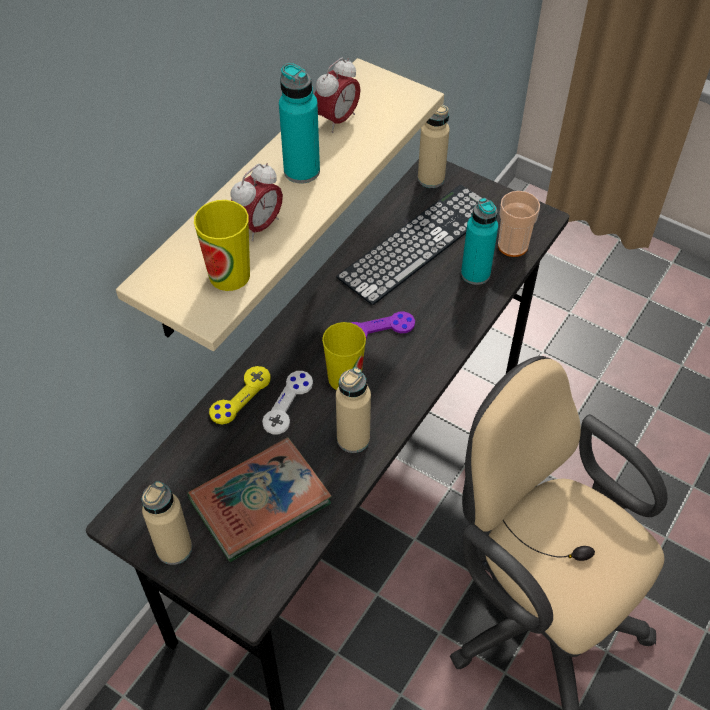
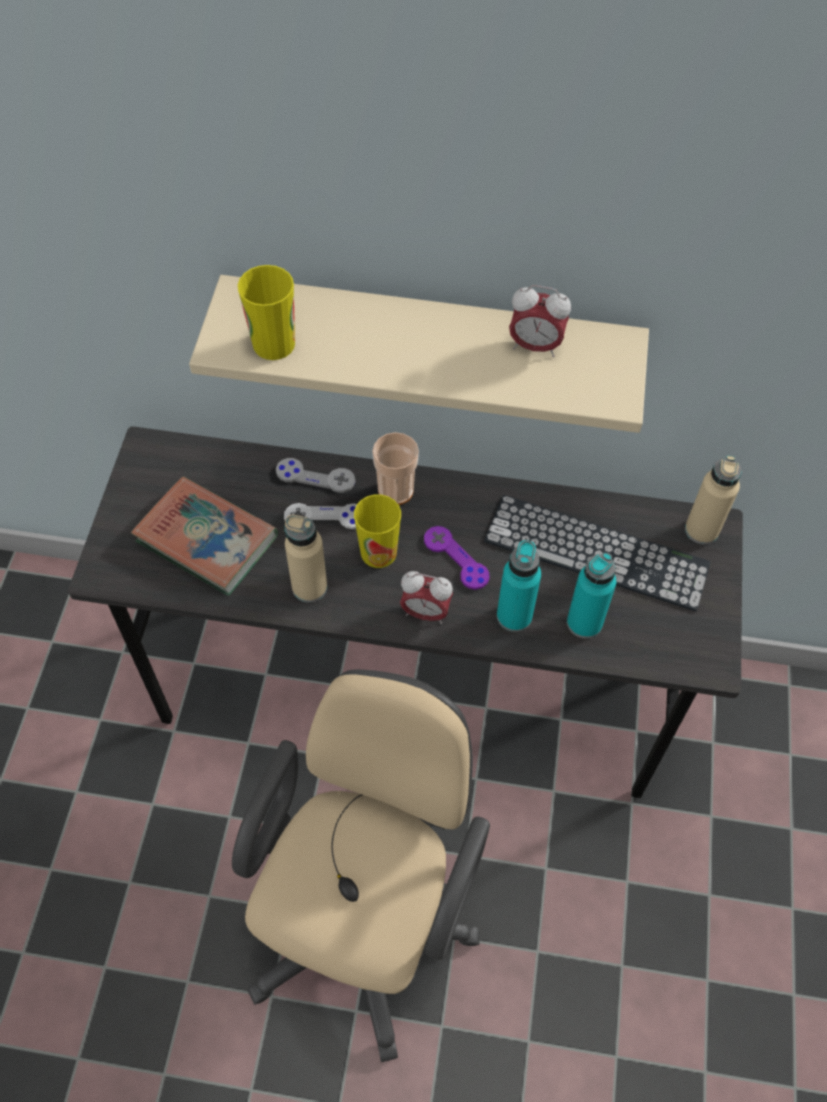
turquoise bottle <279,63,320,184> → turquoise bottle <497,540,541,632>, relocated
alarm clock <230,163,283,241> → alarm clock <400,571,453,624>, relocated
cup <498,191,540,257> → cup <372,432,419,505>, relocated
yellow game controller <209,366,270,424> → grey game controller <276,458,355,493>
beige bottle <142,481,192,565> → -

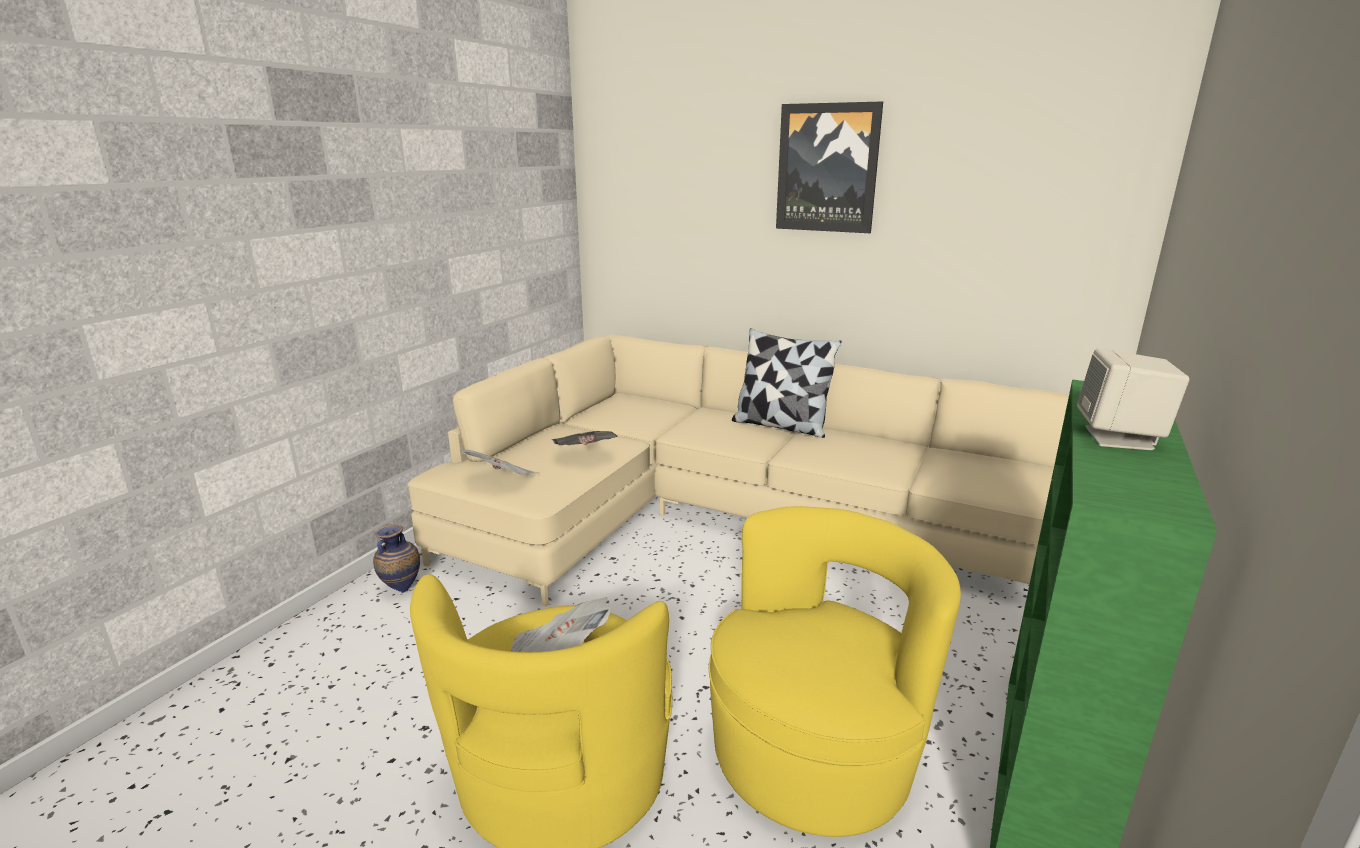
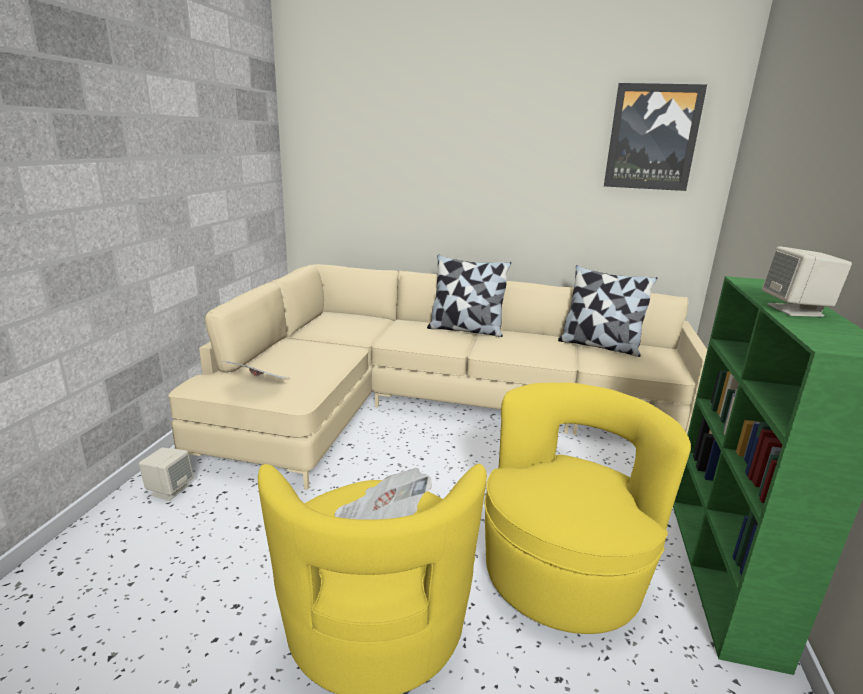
picture <776,101,883,233> → picture <604,83,707,191>, relocated
newspaper <551,431,618,445> → -
vase <373,524,420,593> → beige speaker <139,448,194,501>
- → pillow <558,265,657,357>

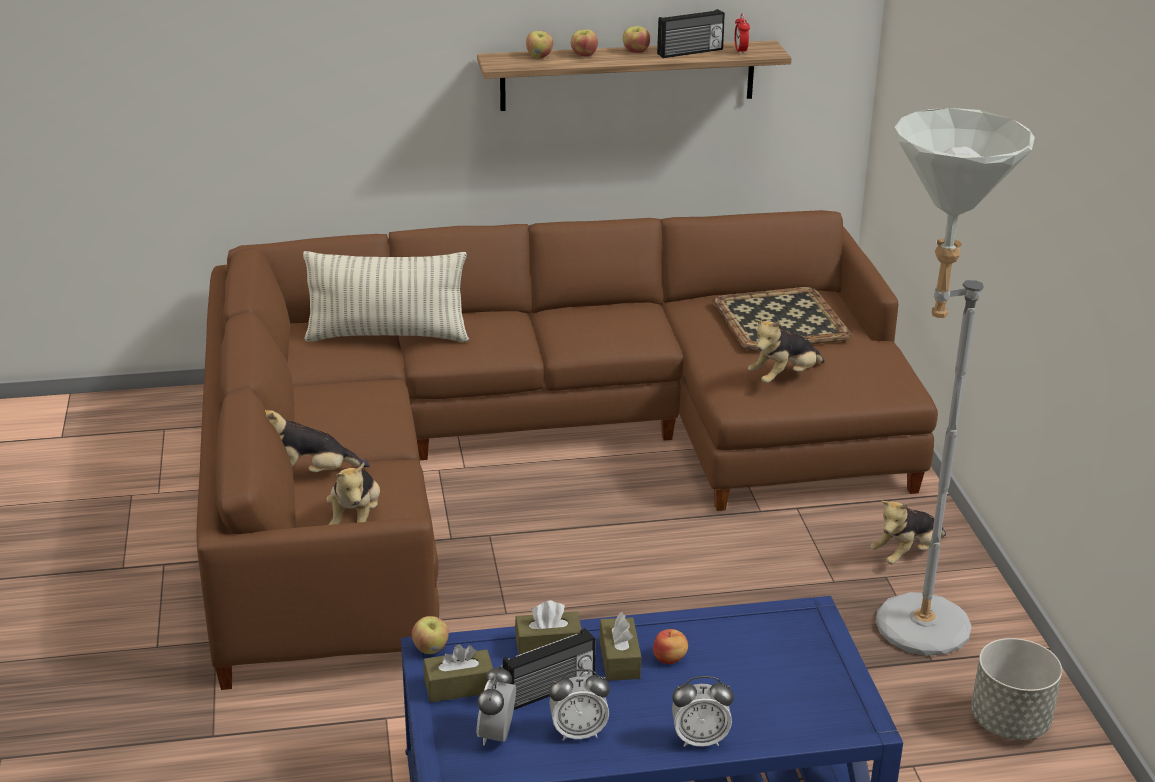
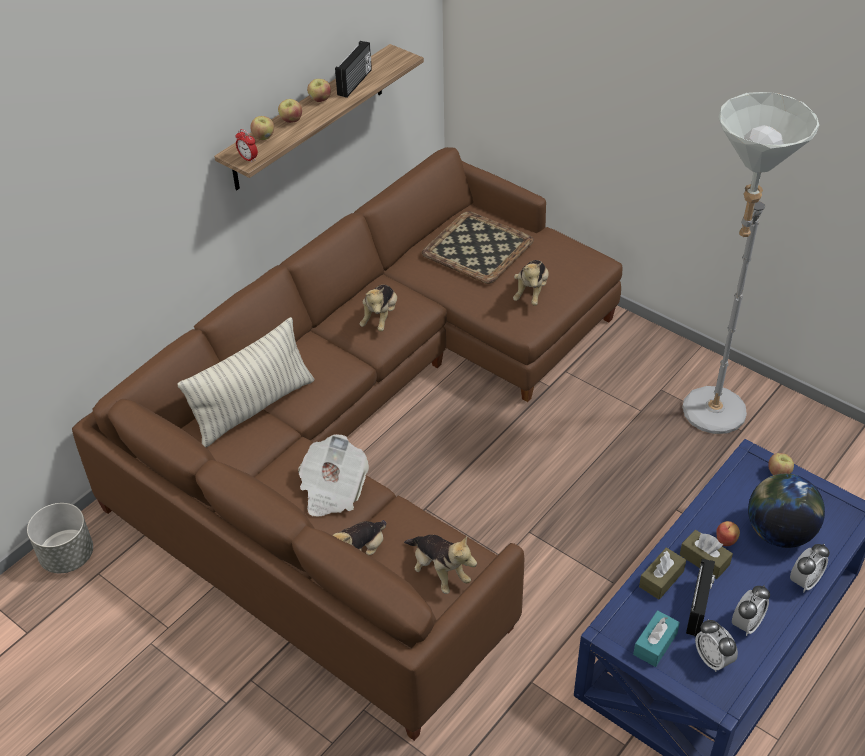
alarm clock <735,13,750,54> → alarm clock <235,129,258,163>, relocated
plush toy <870,501,946,565> → plush toy <360,285,397,331>, relocated
apple <412,616,449,654> → apple <768,453,794,475>, relocated
grey planter <971,638,1062,740> → grey planter <27,503,93,573>, relocated
brown tissue box <423,644,493,702> → turquoise tissue box <633,611,680,667>
- → newspaper <298,434,369,516>
- → globe <748,474,825,548>

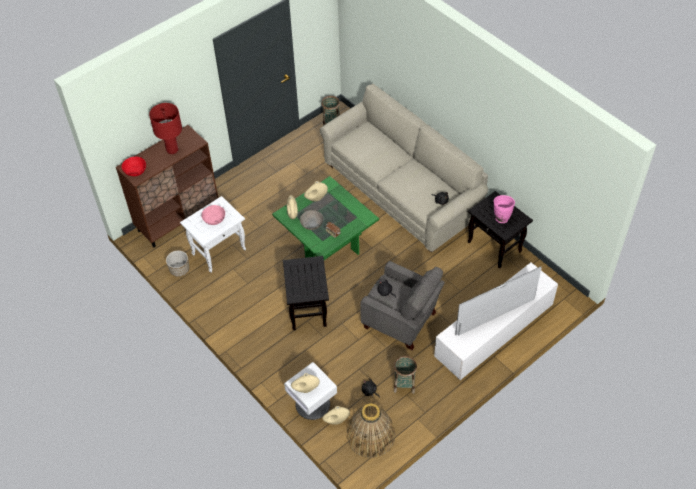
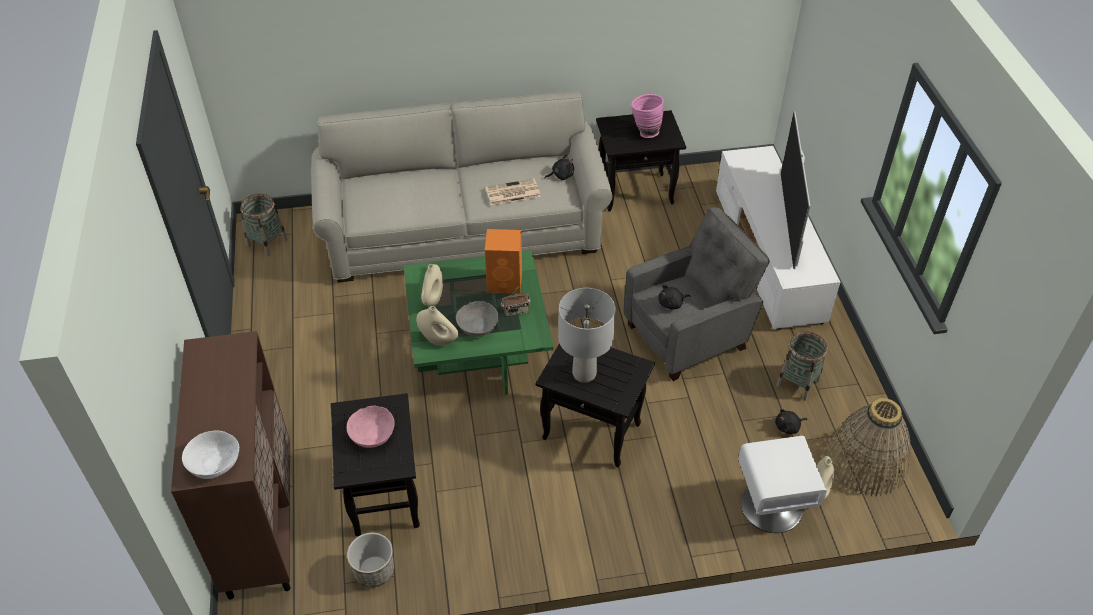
red table lamp <149,103,182,154> → -
red bowl <122,157,146,176> → white bowl <182,431,239,479>
white side table <180,196,246,273> → black side table <331,393,420,536>
beige vase <291,373,320,393> → -
- → newspaper <486,178,541,205>
- → orange speaker <485,229,522,294>
- → grey table lamp <558,288,616,383>

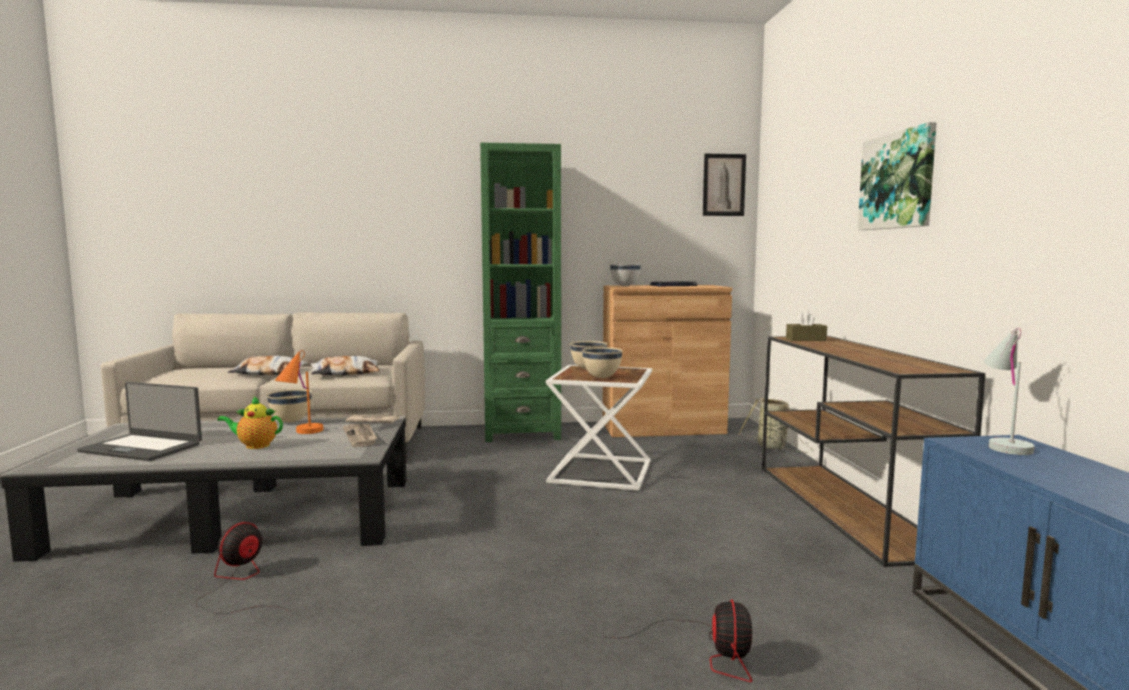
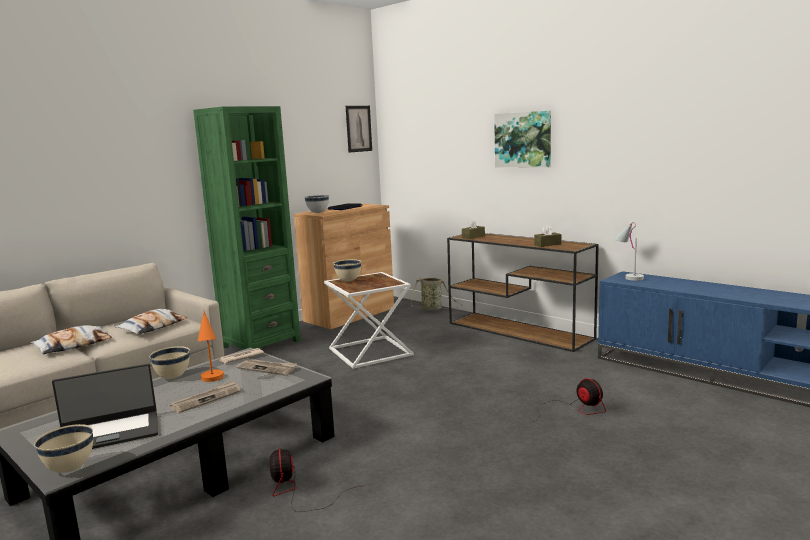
beige bowl <582,347,623,378> → beige bowl <34,424,93,473>, relocated
teapot <217,396,283,449> → newspaper <170,380,241,413>
- → brown tissue box <534,224,562,247>

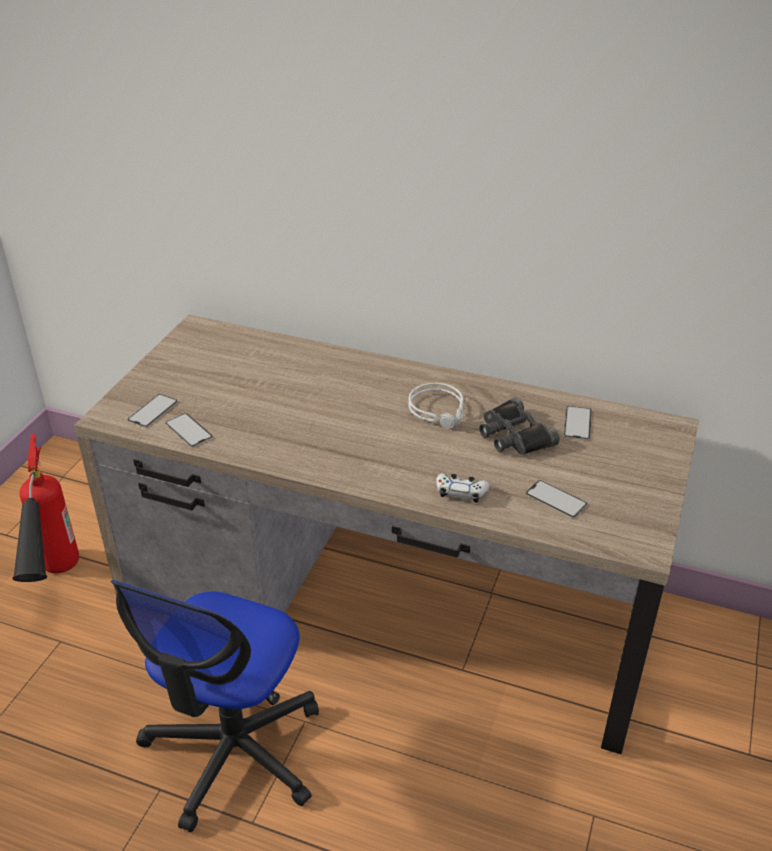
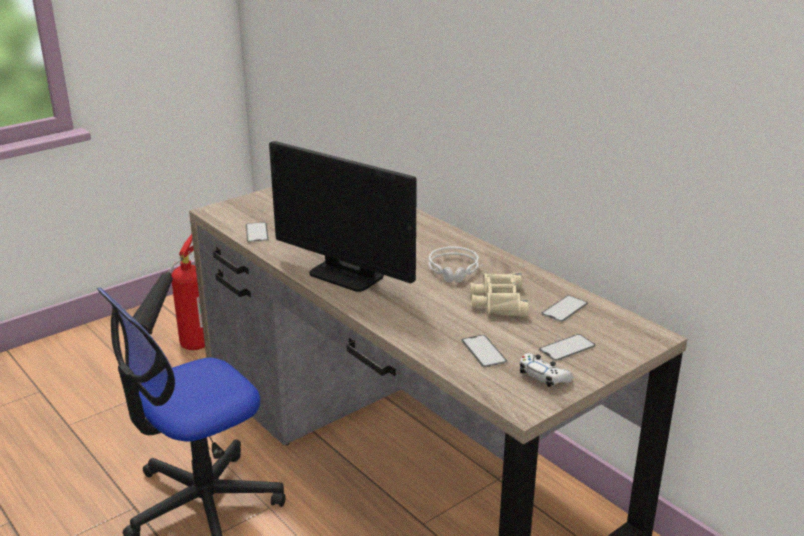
phone <127,394,178,428> → phone <539,334,596,362>, relocated
black binoculars <479,397,560,455> → beige binoculars <470,273,528,317>
white game controller <436,473,489,503> → white game controller <519,353,573,387>, relocated
- → monitor <269,141,417,292>

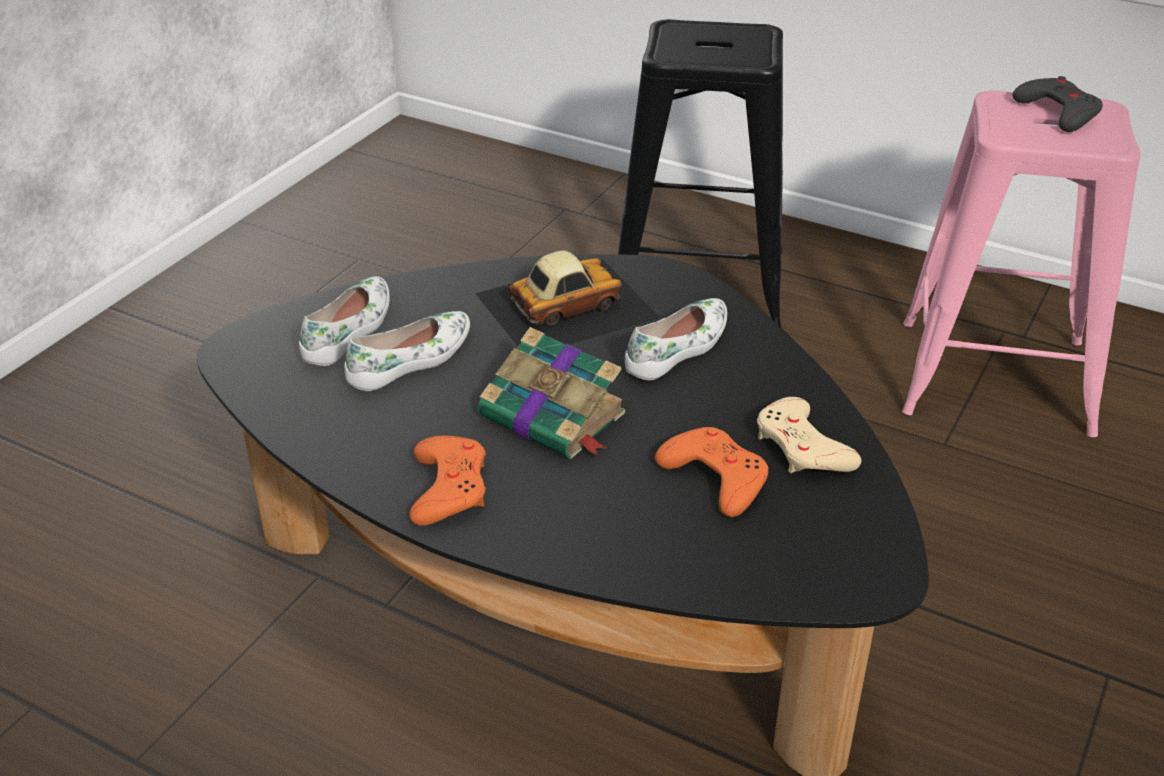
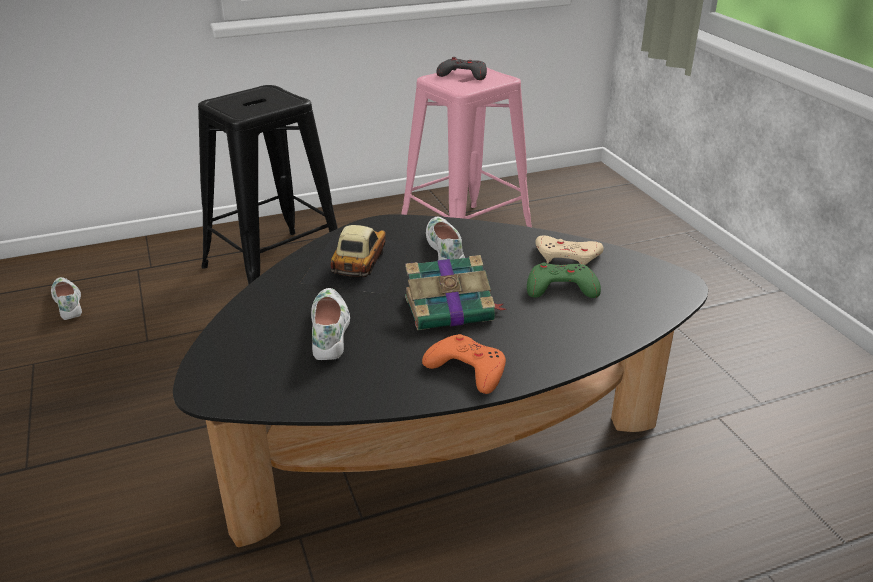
white shoe <299,276,390,366> → white shoe <51,277,82,320>, relocated
orange game controller <655,427,768,517> → green game controller <527,262,601,298>

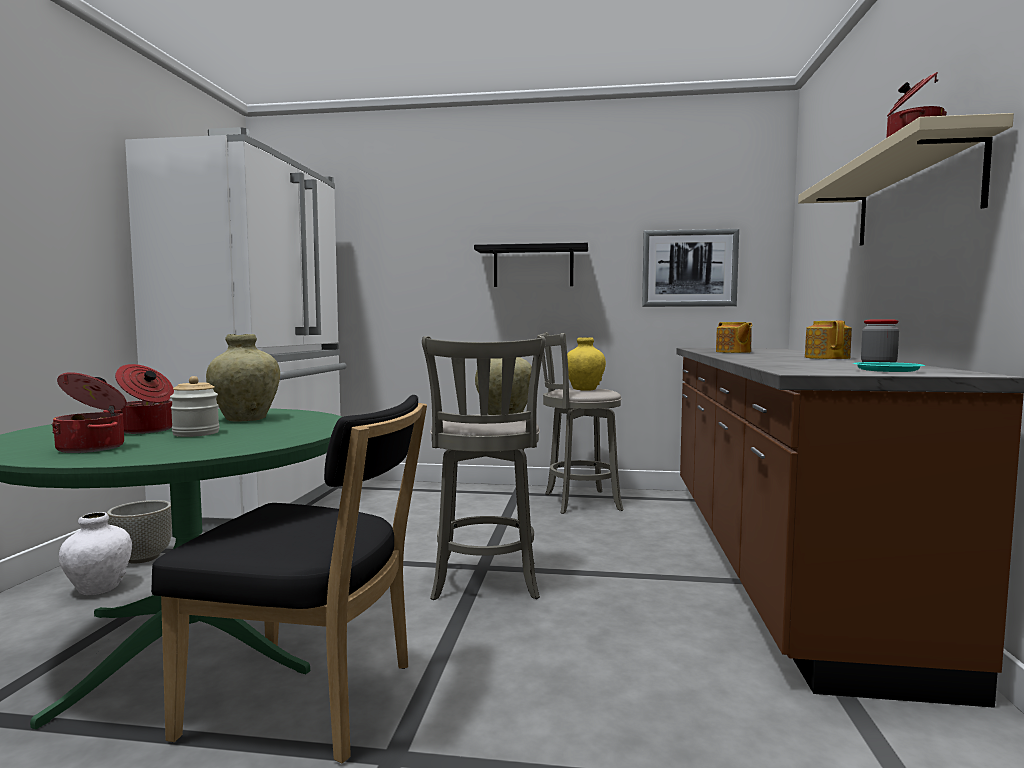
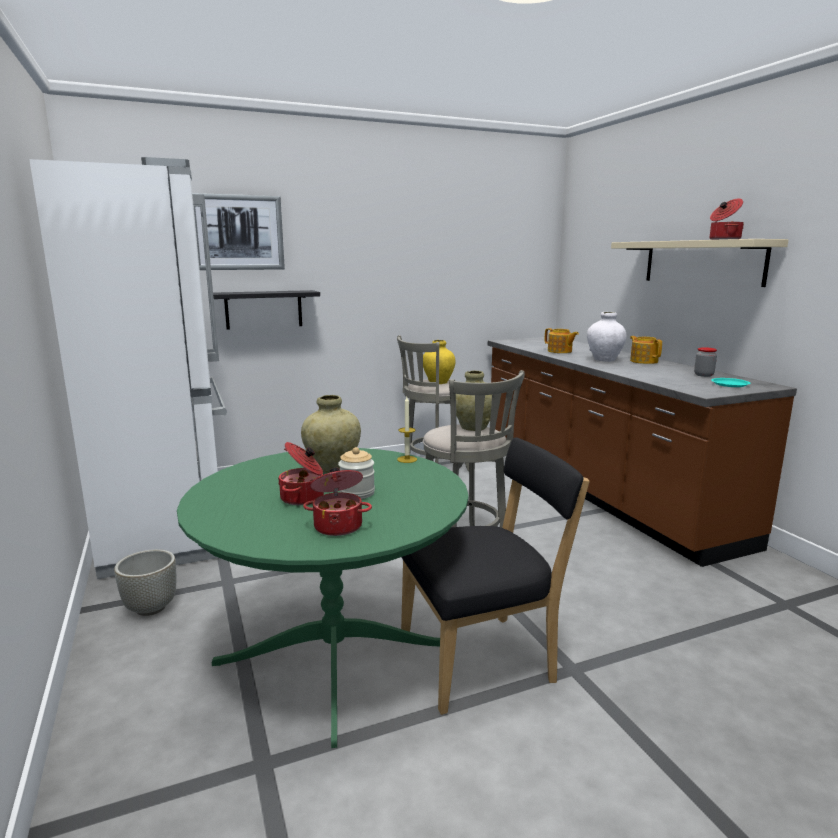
picture <642,229,739,307> → picture <192,193,285,270>, relocated
black shelf <474,243,588,287> → black shelf <213,290,320,330>, relocated
white vase <59,512,132,595> → white vase <587,312,627,362>, relocated
- → candle <397,397,417,463>

